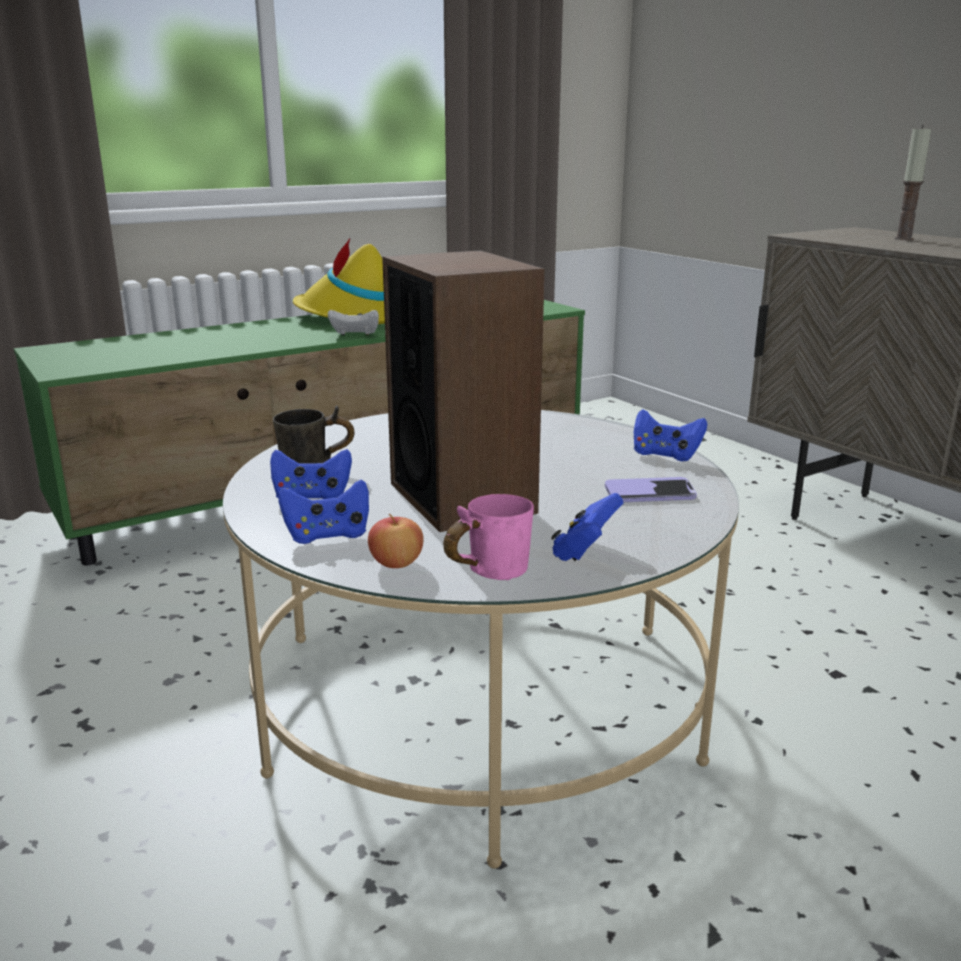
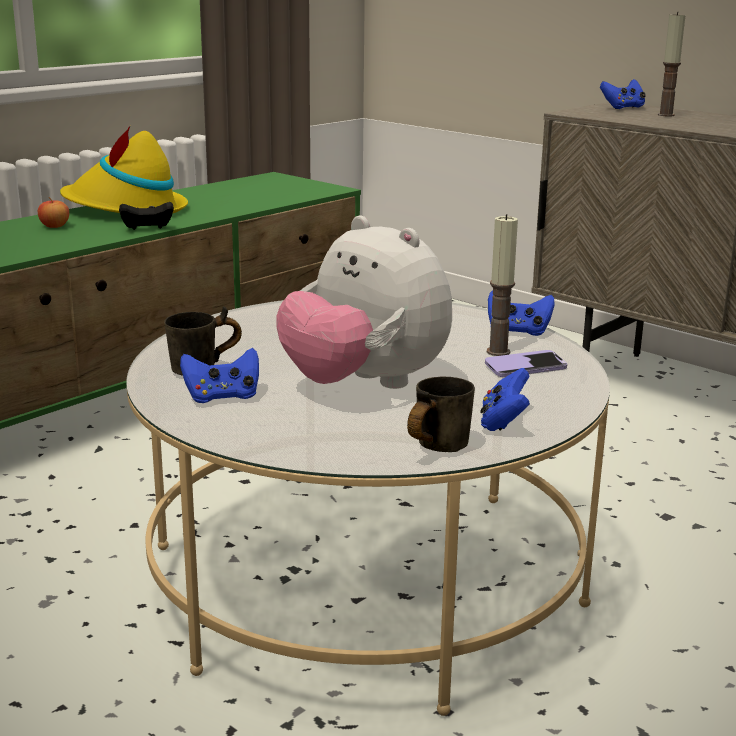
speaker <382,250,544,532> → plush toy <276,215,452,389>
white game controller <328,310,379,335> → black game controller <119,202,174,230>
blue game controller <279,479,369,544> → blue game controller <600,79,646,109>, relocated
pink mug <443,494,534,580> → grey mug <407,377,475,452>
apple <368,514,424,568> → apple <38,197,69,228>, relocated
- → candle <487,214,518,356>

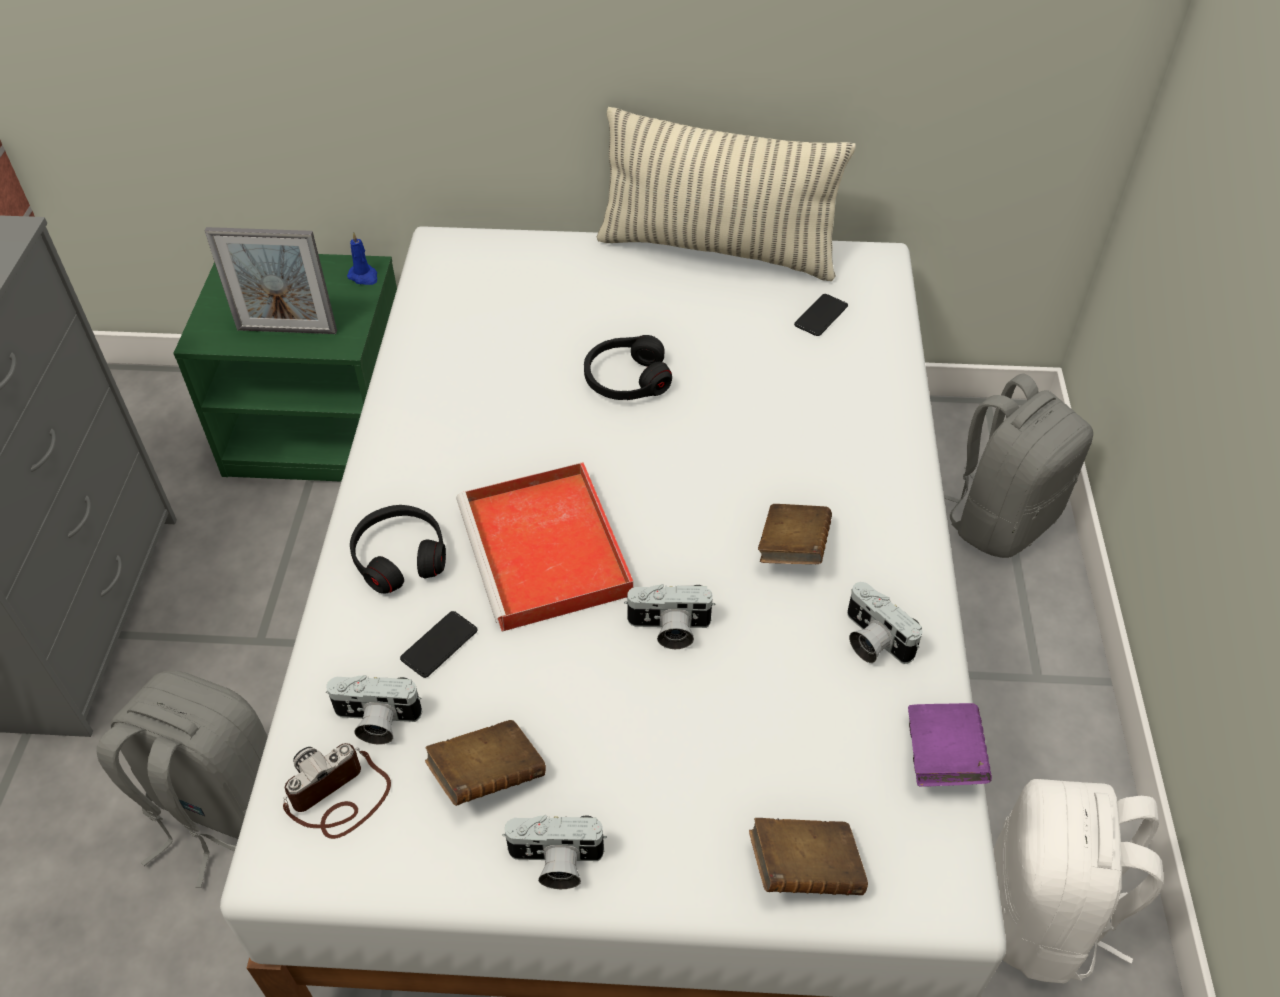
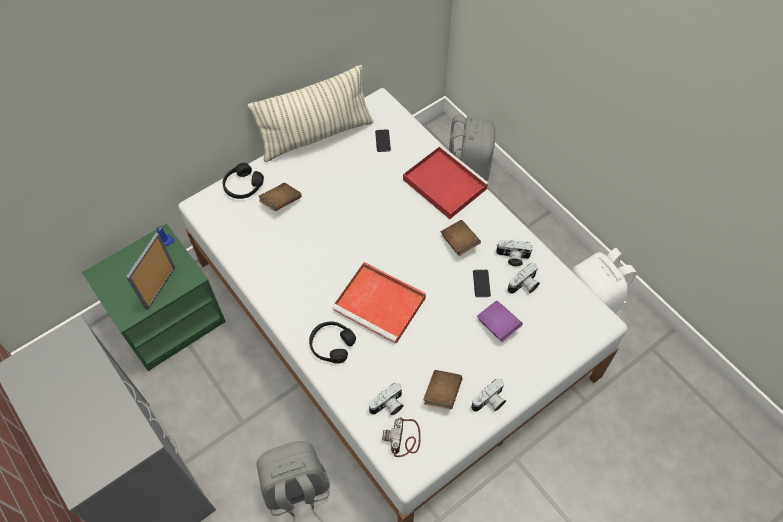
picture frame <205,227,337,334> → picture frame <126,232,175,310>, 150 degrees clockwise
black headphones <584,335,672,400> → black headphones <223,163,264,199>, relocated
photo camera <624,584,715,649> → photo camera <508,263,540,294>, relocated
phone <400,611,477,678> → phone <473,270,491,297>, relocated
purple book <908,703,992,786> → purple book <477,301,523,342>, relocated
brown book <749,818,868,895> → brown book <258,183,302,211>, relocated
- → red tray <403,145,489,219>

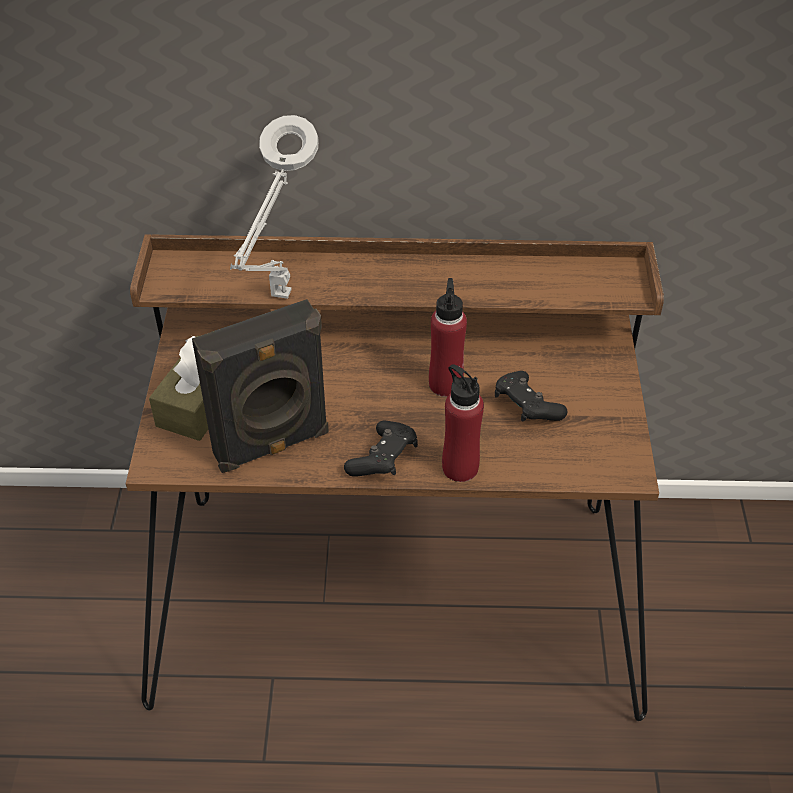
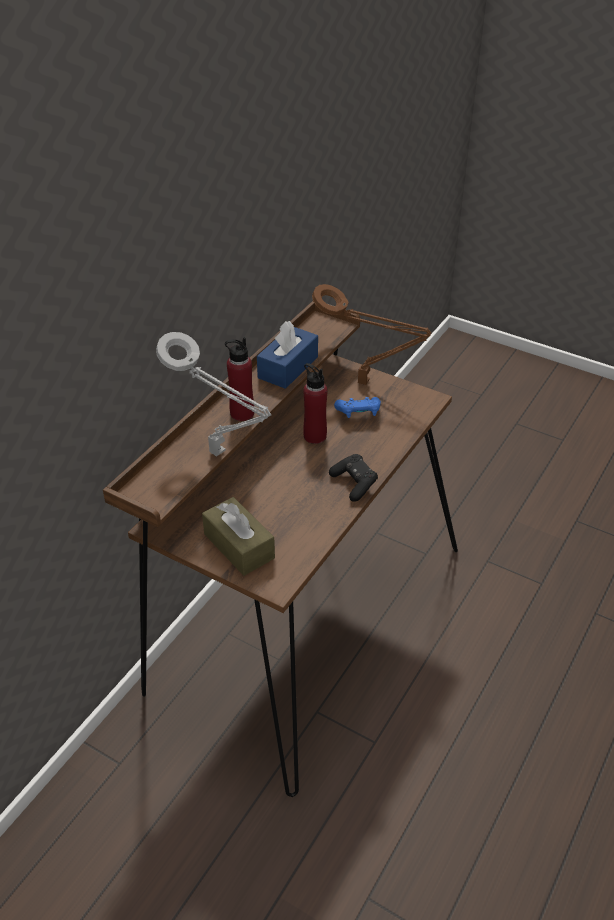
black speaker <192,299,329,473> → -
red bottle <442,364,484,482> → red bottle <225,337,254,421>, relocated
black game controller <495,371,567,422> → blue game controller <334,397,381,418>
- → brown table lamp <312,284,431,385>
- → blue tissue box <257,321,318,389>

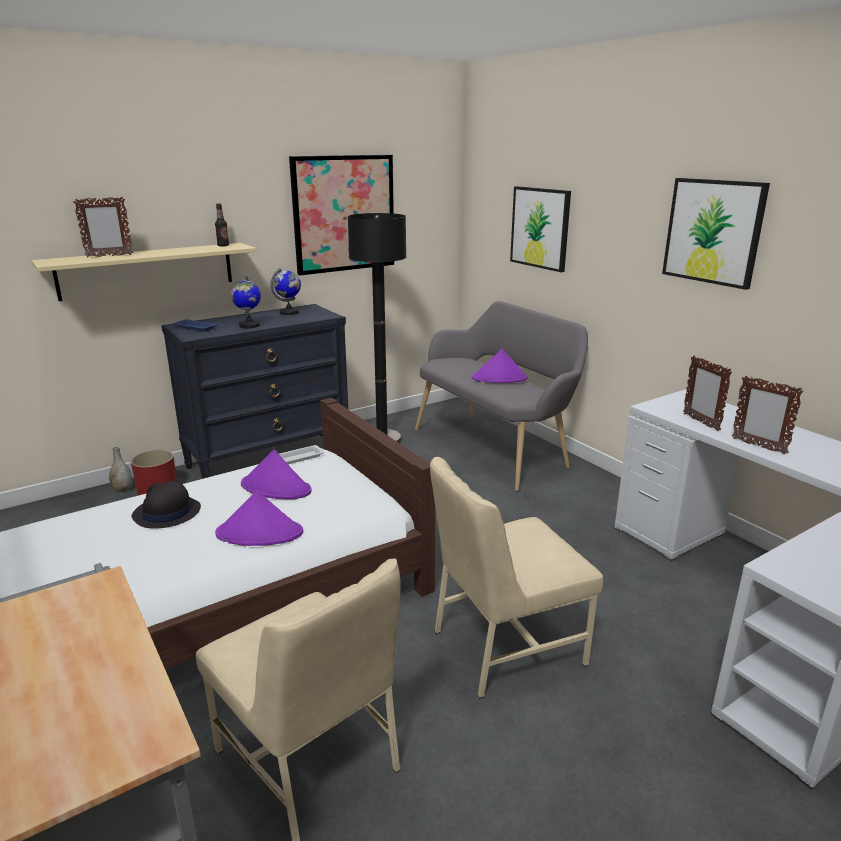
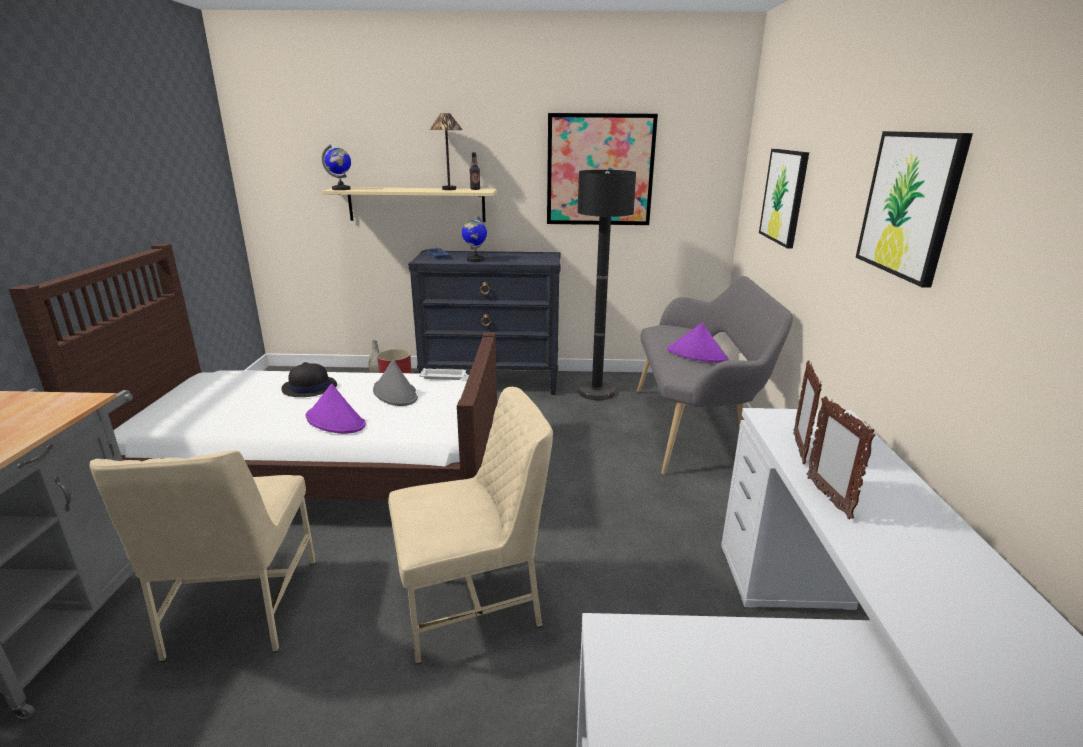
picture frame <73,196,133,257> → -
globe <271,268,301,315> → globe <322,144,351,190>, relocated
purple hat <241,449,312,500> → grey hat <373,359,418,406>
beige chair <430,457,603,698> → beige chair <388,387,553,664>, 150 degrees clockwise
- → table lamp <430,113,463,190>

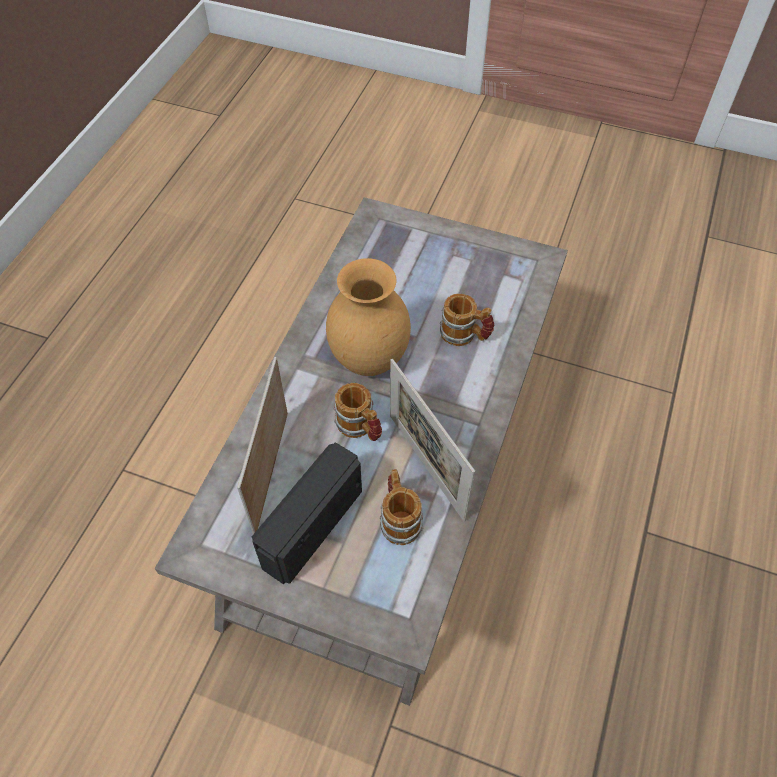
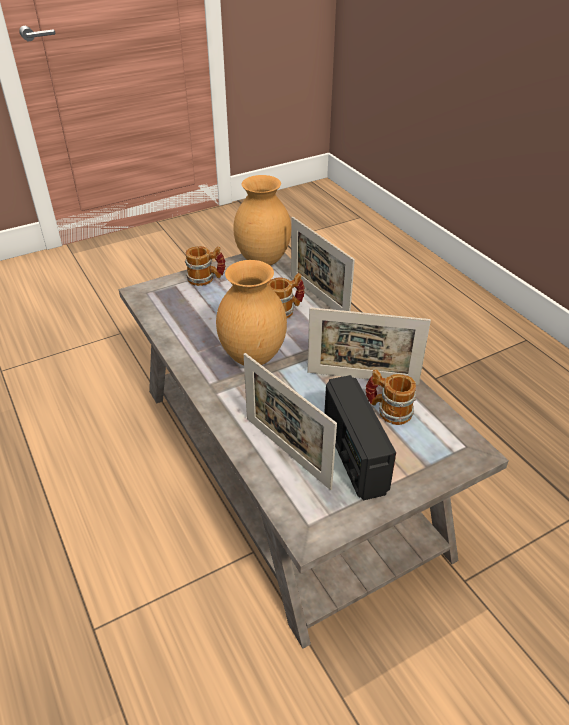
mug <334,383,382,441> → mug <185,246,226,286>, relocated
- → brown vase <233,175,291,266>
- → picture frame <291,217,355,311>

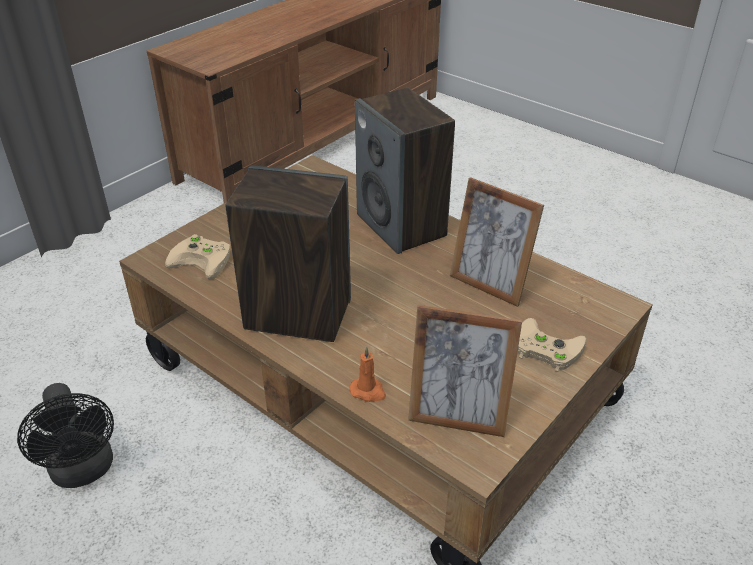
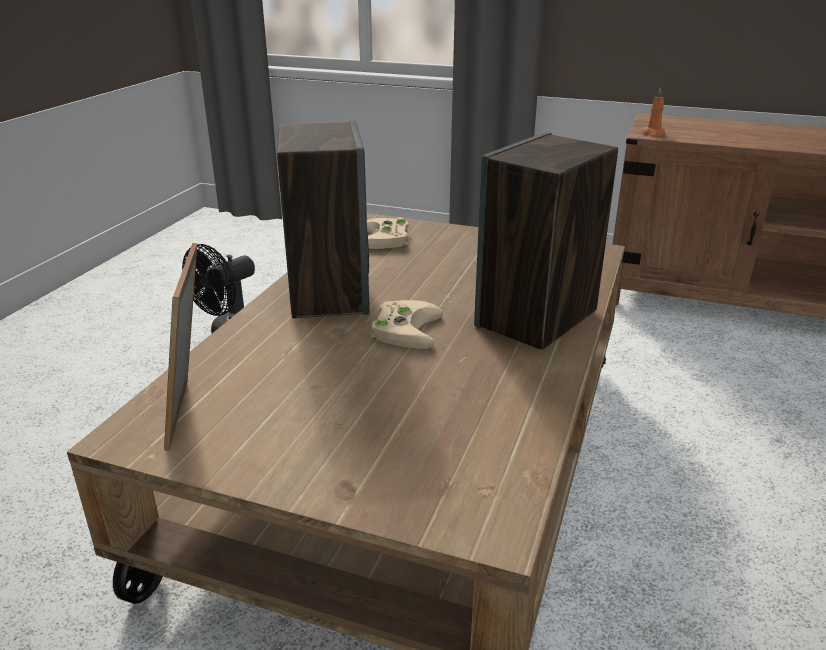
picture frame <450,177,544,307> → -
beige game controller <517,318,587,372> → beige game controller <371,300,443,349>, relocated
orange candle <350,347,386,402> → orange candle <641,87,665,137>, relocated

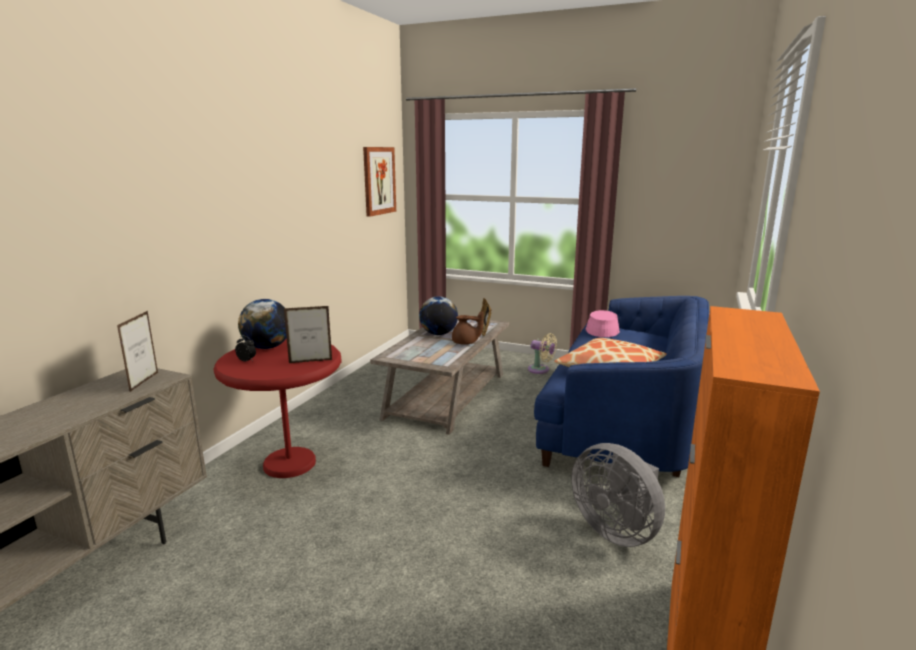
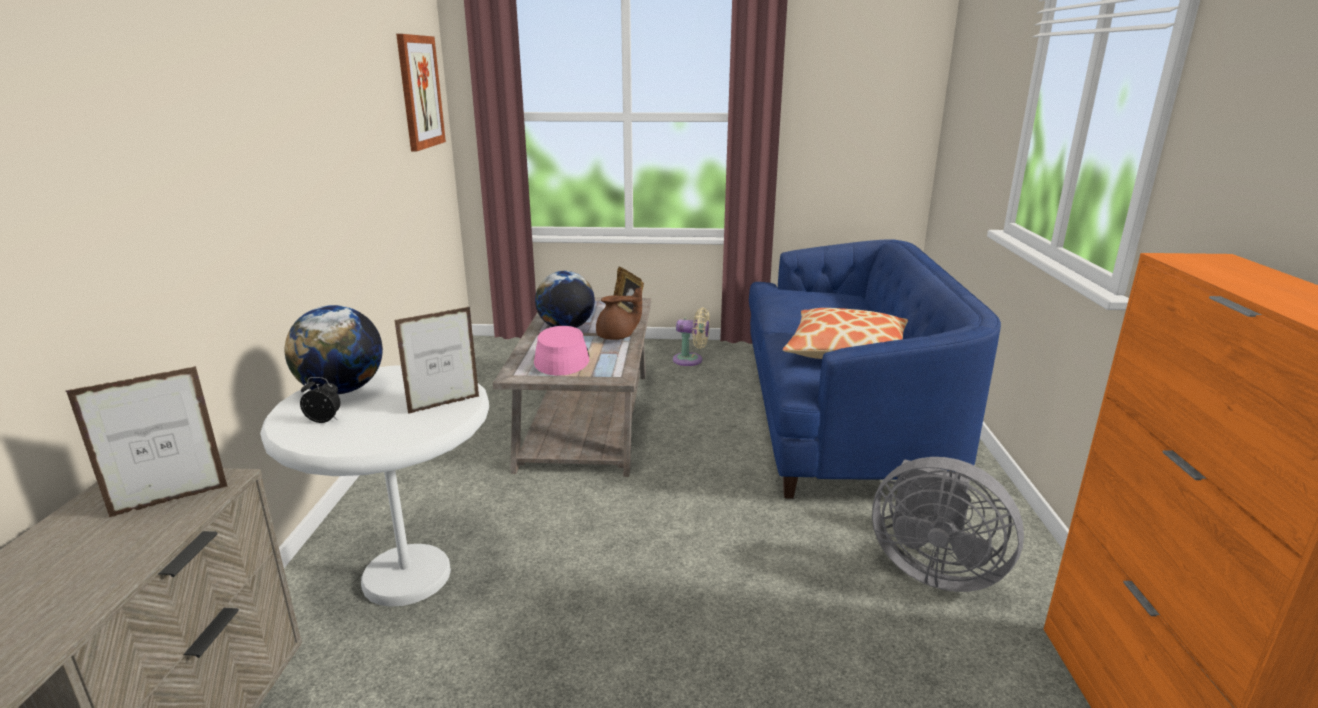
pink hat <586,310,620,337> → pink hat <534,326,590,376>, relocated
picture frame <117,311,158,392> → picture frame <65,366,228,518>, 105 degrees counterclockwise
red side table <213,339,342,478> → white side table <260,365,489,607>

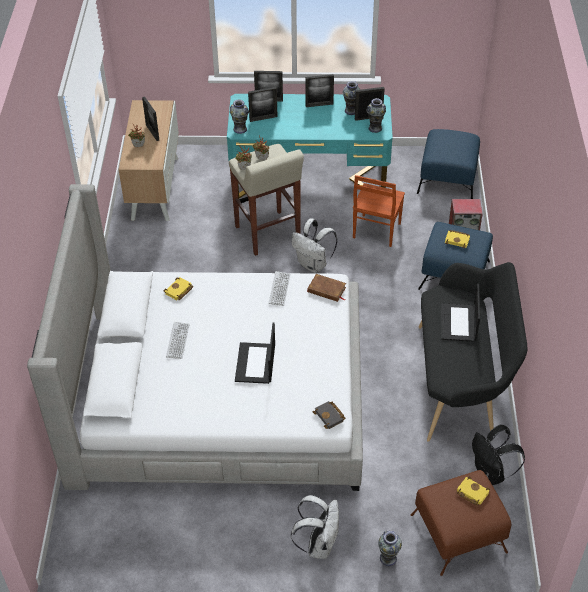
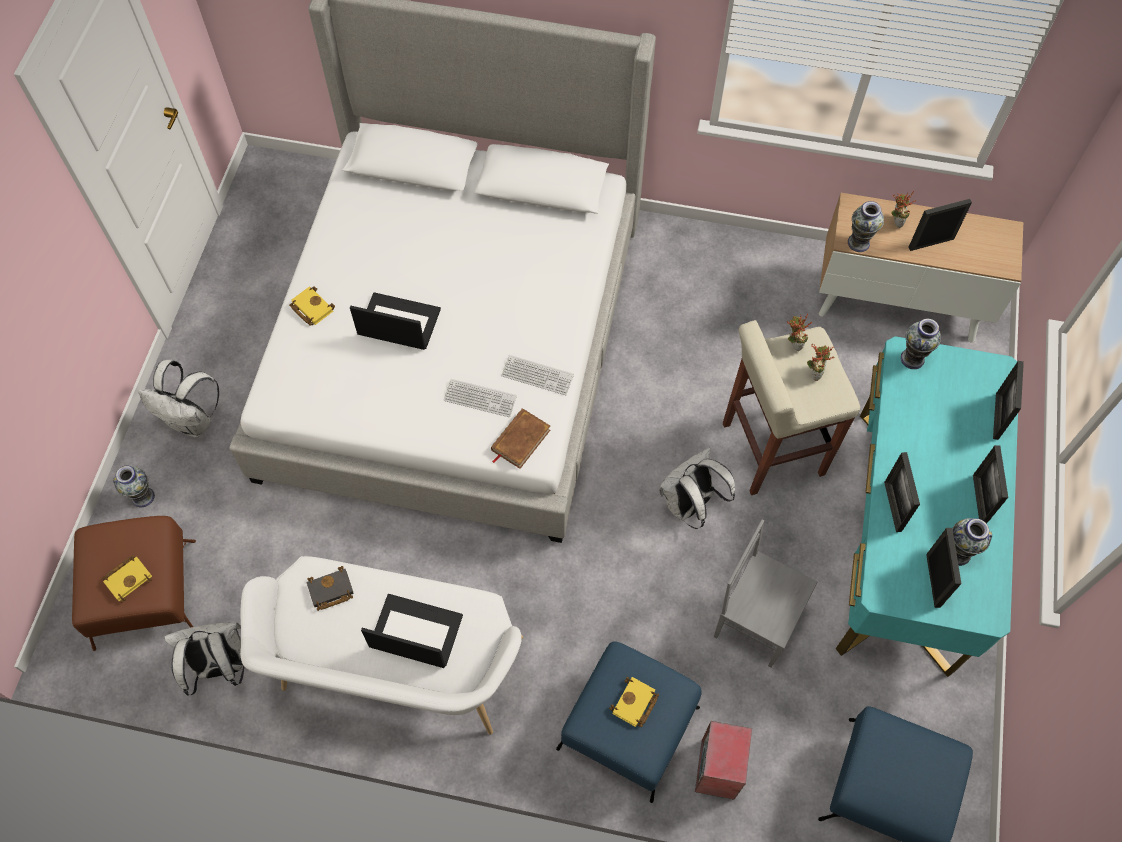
picture frame <248,87,277,122> → picture frame <884,452,920,532>, relocated
vase <366,98,386,133> → vase <848,201,884,252>, relocated
brown chair <353,175,405,247> → grey chair <714,520,817,668>
black bench <419,262,527,442> → white bench <240,556,523,735>
yellow book <163,277,193,300> → yellow book <289,286,335,326>, relocated
keyboard <166,322,190,359> → keyboard <444,379,517,417>, relocated
black book <313,401,345,429> → black book <306,566,354,611>, relocated
black backpack <472,424,525,485> → white backpack <164,622,245,696>

